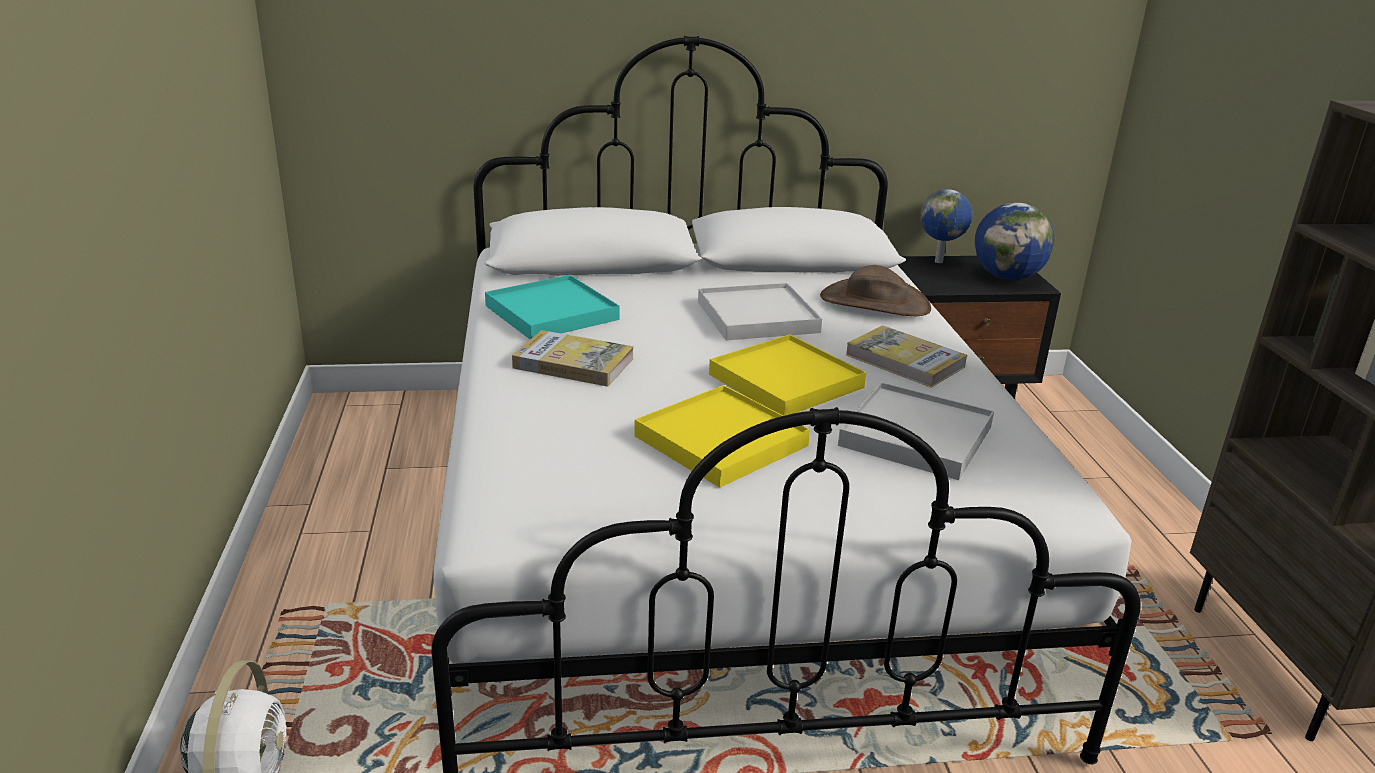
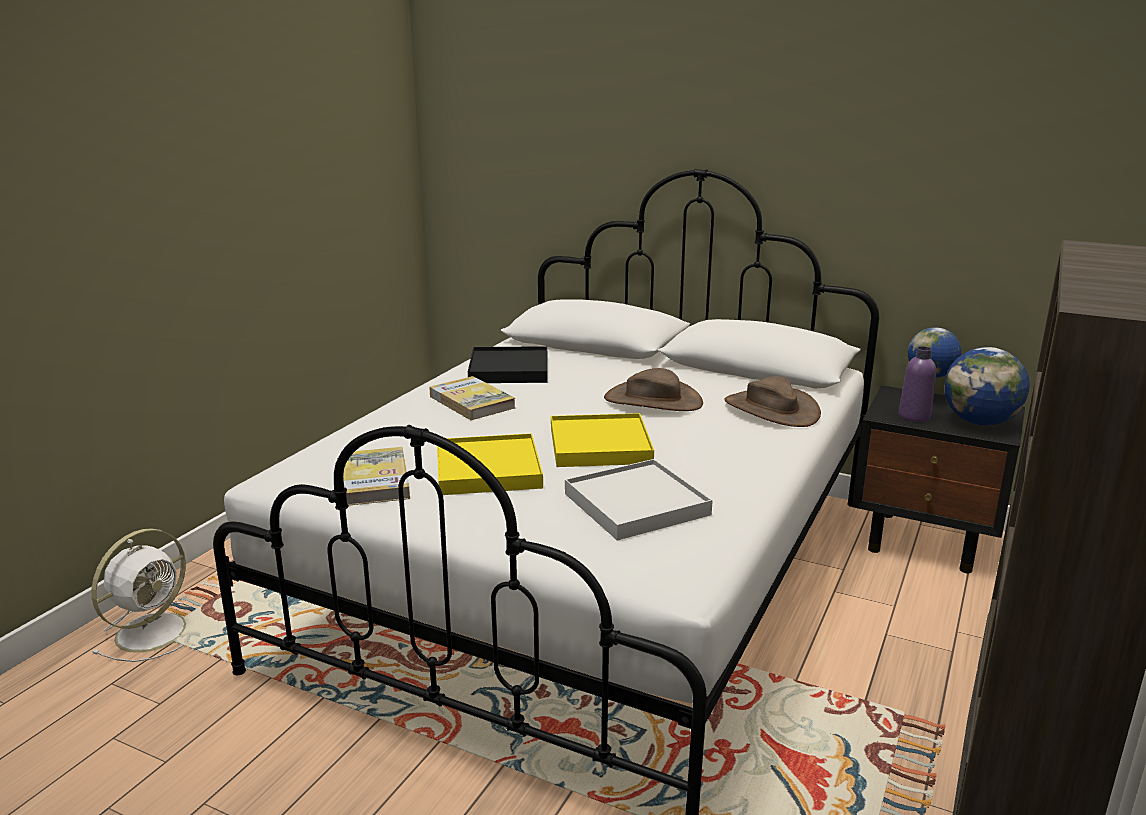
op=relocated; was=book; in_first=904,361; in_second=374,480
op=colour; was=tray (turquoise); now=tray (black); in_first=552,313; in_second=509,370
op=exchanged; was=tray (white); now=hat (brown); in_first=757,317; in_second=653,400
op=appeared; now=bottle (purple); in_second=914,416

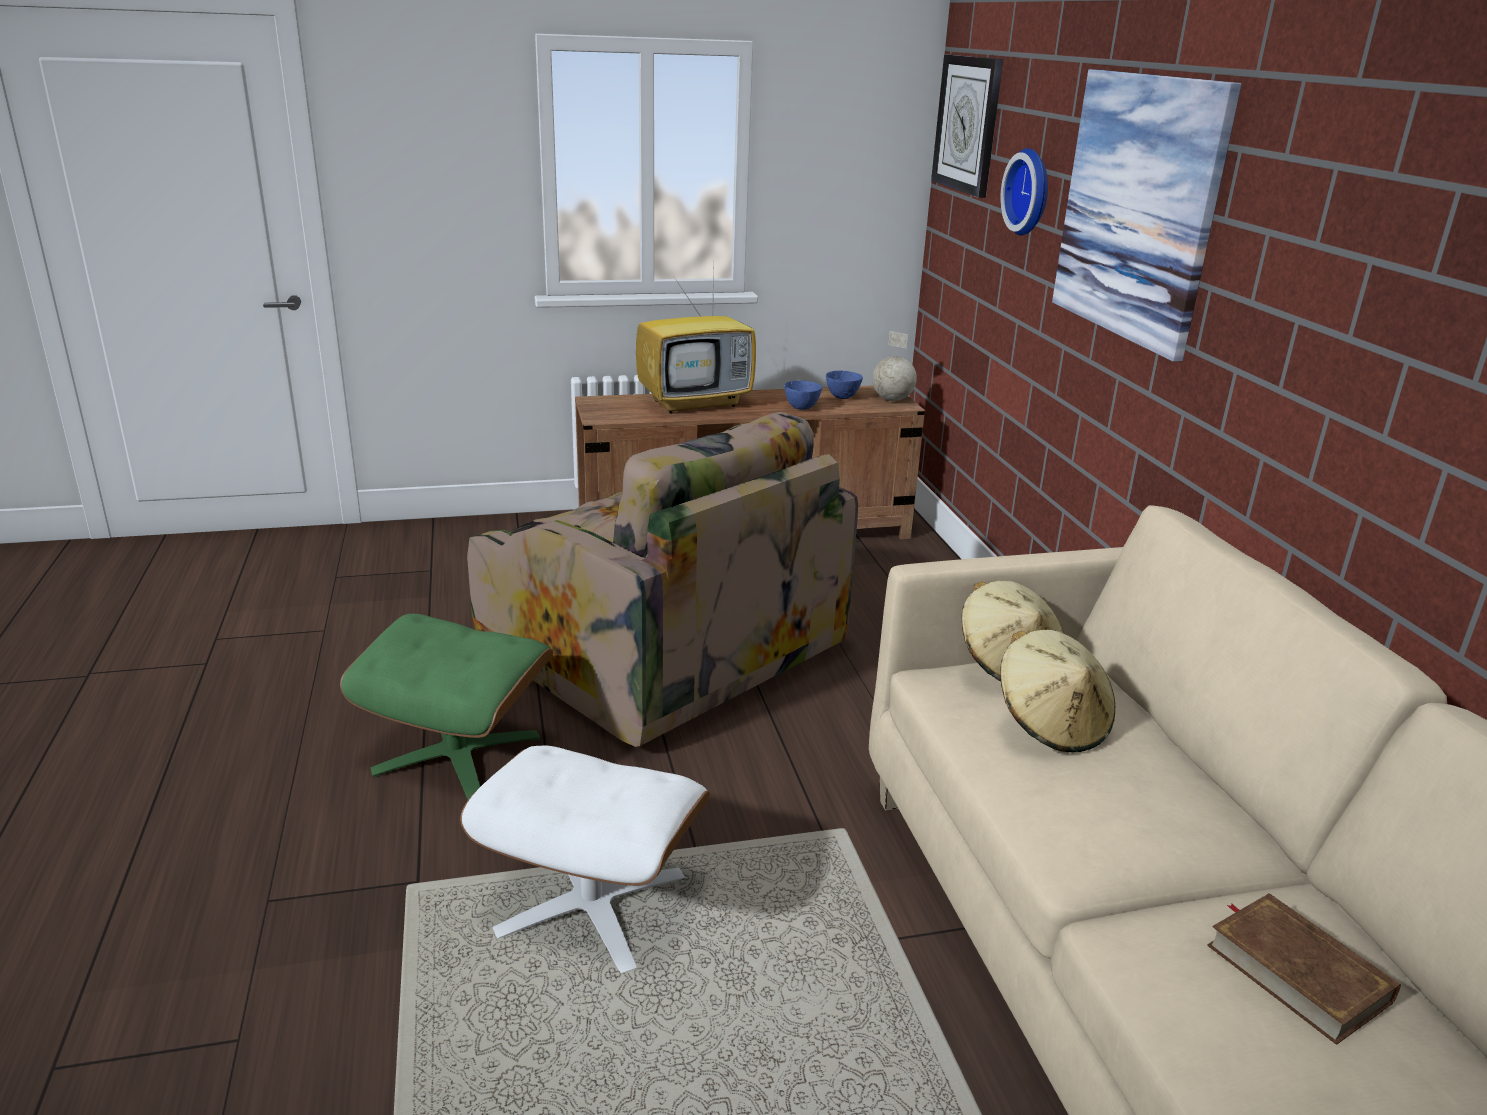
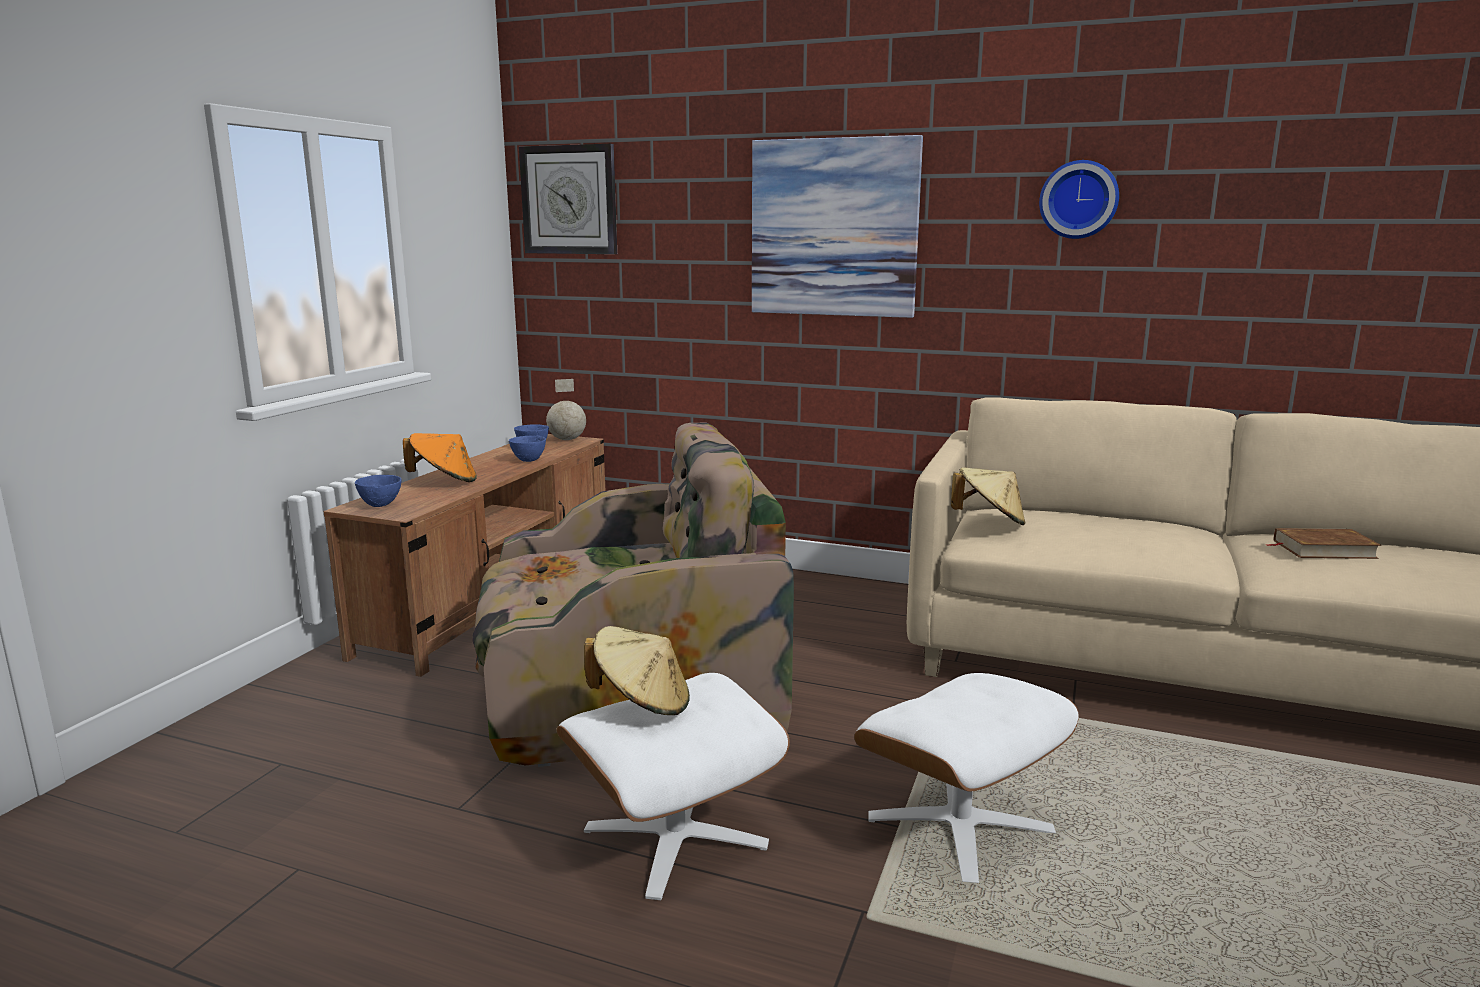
op=appeared; now=bowl (blue); in_second=380,505
op=exchanged; was=television; now=hat (orange); in_first=696,402; in_second=444,481
op=colour; was=ottoman (green); now=ottoman (white); in_first=458,753; in_second=675,836
op=relocated; was=hat (beige); in_first=1051,723; in_second=642,703
op=relocated; was=wall clock; in_first=1031,192; in_second=1078,199

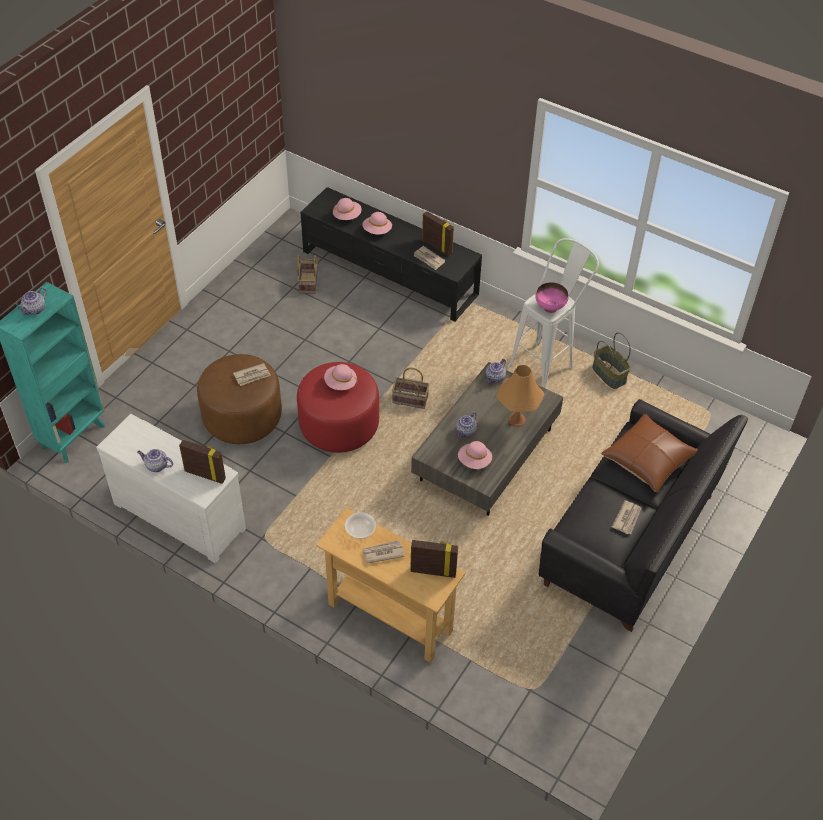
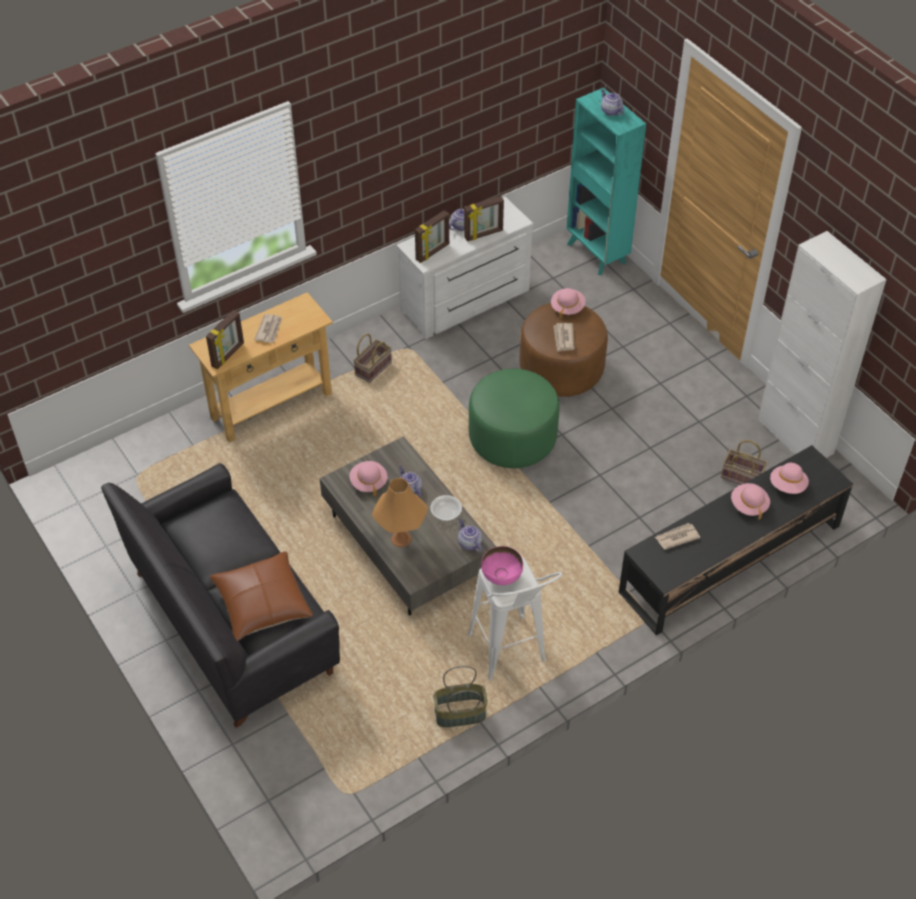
op=relocated; was=basket; in_first=409,400; in_second=373,368
op=relocated; was=bowl; in_first=360,530; in_second=446,513
op=relocated; was=picture frame; in_first=437,247; in_second=483,234
op=colour; was=ottoman (red); now=ottoman (green); in_first=339,425; in_second=512,439
op=relocated; was=hat (pink); in_first=340,383; in_second=567,307
op=appeared; now=cabinet (white); in_second=795,436
op=missing; was=newspaper; in_first=627,518

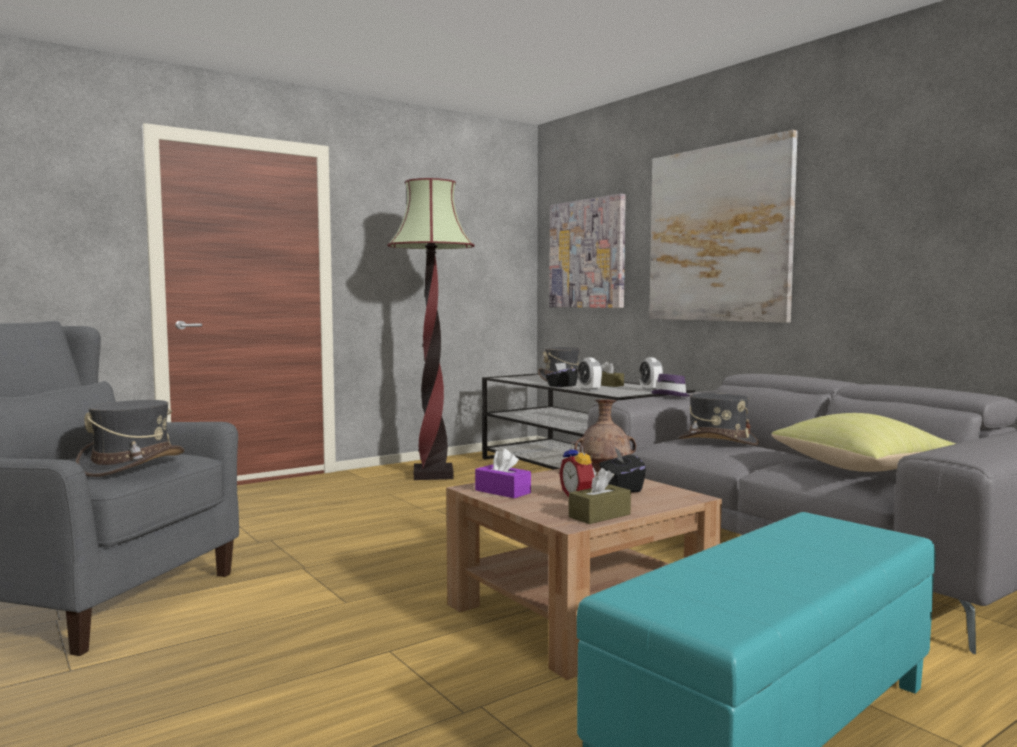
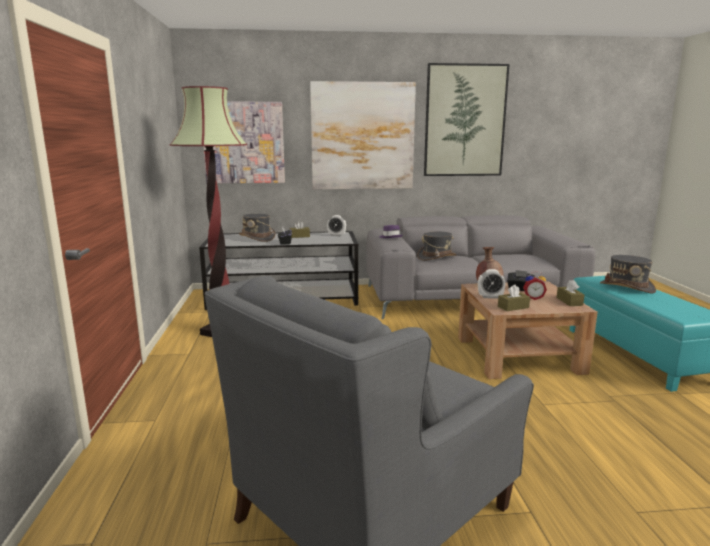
op=appeared; now=picture; in_second=465,121
op=relocated; was=alarm clock; in_first=589,390; in_second=490,297
op=colour; was=tissue box (purple); now=tissue box (brown); in_first=502,491; in_second=513,307
op=relocated; was=hat (grey); in_first=132,465; in_second=627,287
op=missing; was=pillow (yellow); in_first=863,469

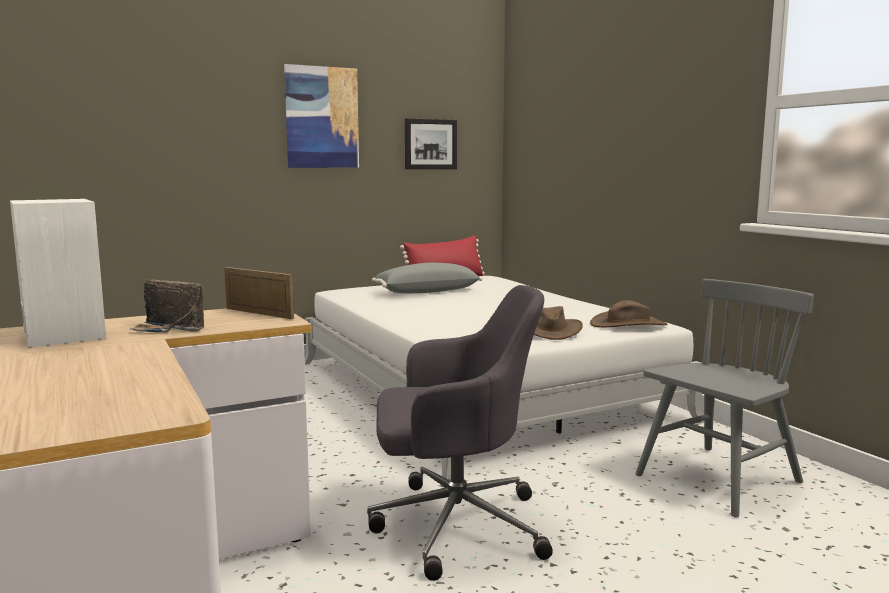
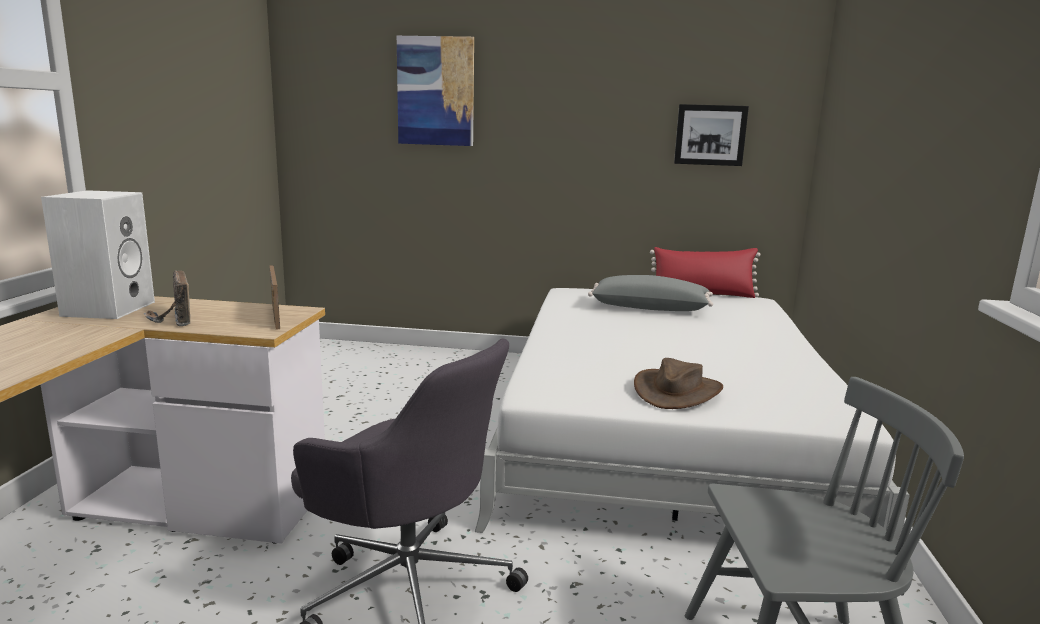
op=relocated; was=picture; in_first=322,117; in_second=435,91
op=missing; was=hat (brown); in_first=628,324

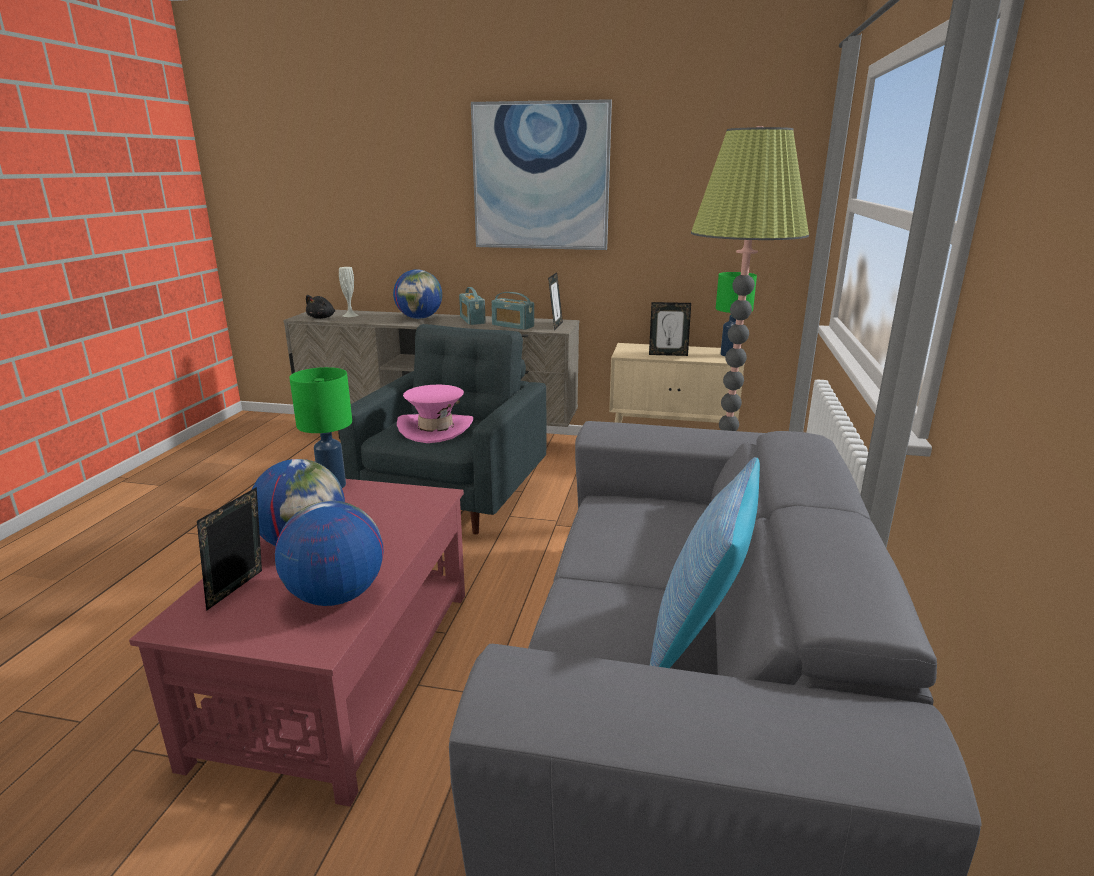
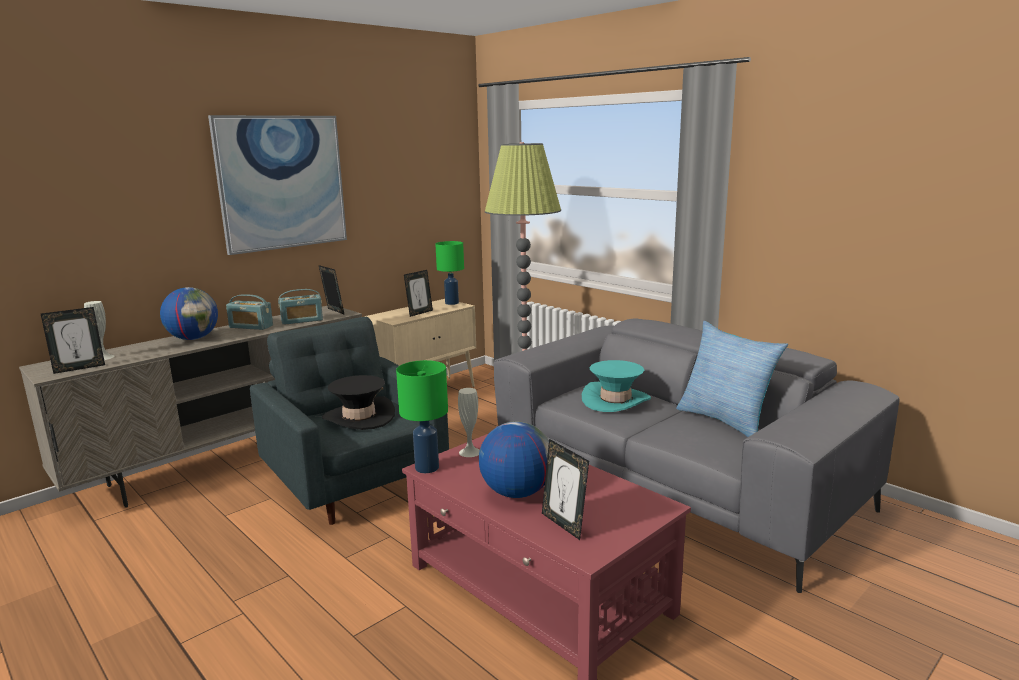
op=exchanged; was=plush toy (black); now=picture frame; in_first=322,318; in_second=79,368
op=colour; was=hat (pink); now=hat (black); in_first=435,429; in_second=359,417
op=appeared; now=vase (white); in_second=470,452
op=appeared; now=hat (turquoise); in_second=615,400
op=missing; was=globe; in_first=335,596

